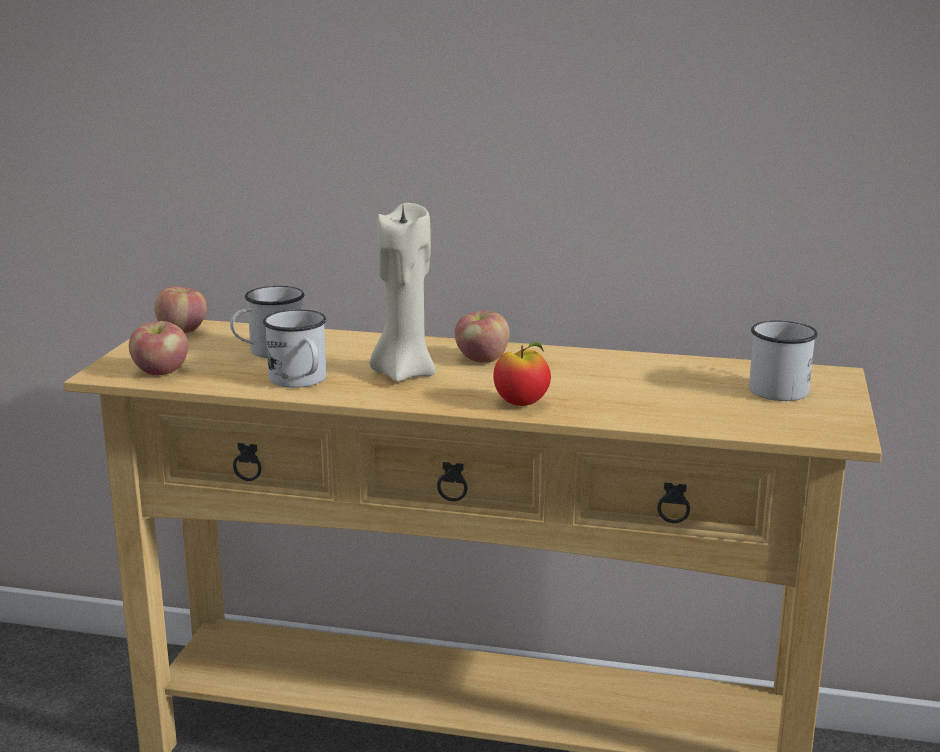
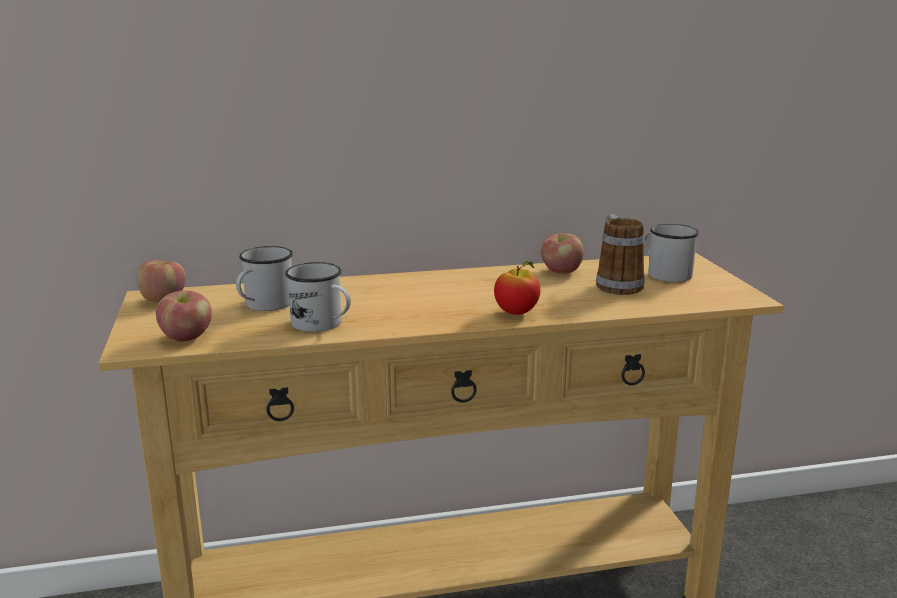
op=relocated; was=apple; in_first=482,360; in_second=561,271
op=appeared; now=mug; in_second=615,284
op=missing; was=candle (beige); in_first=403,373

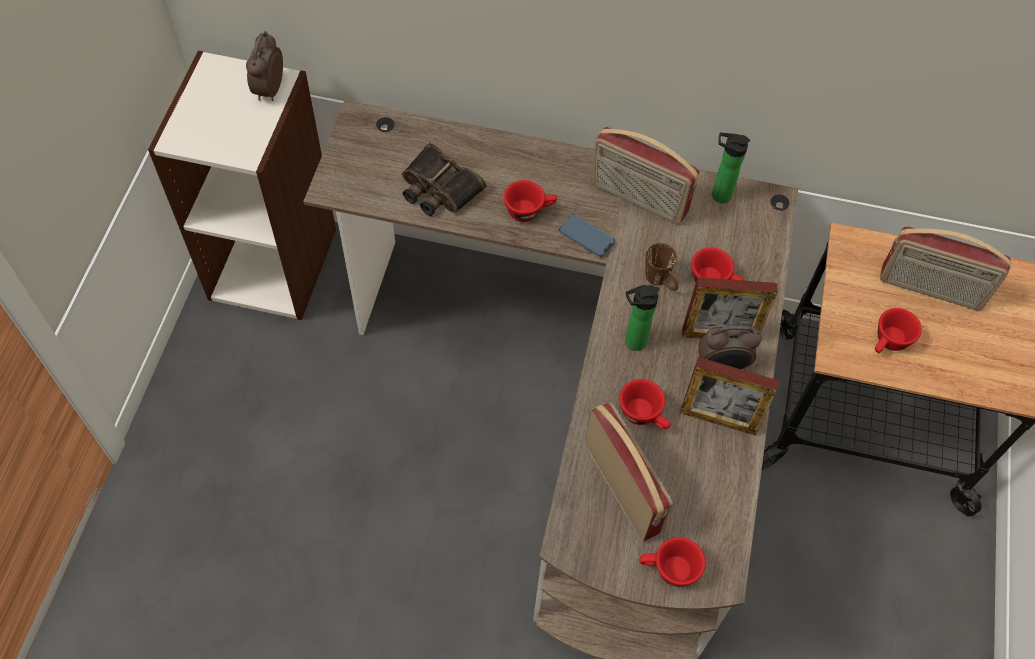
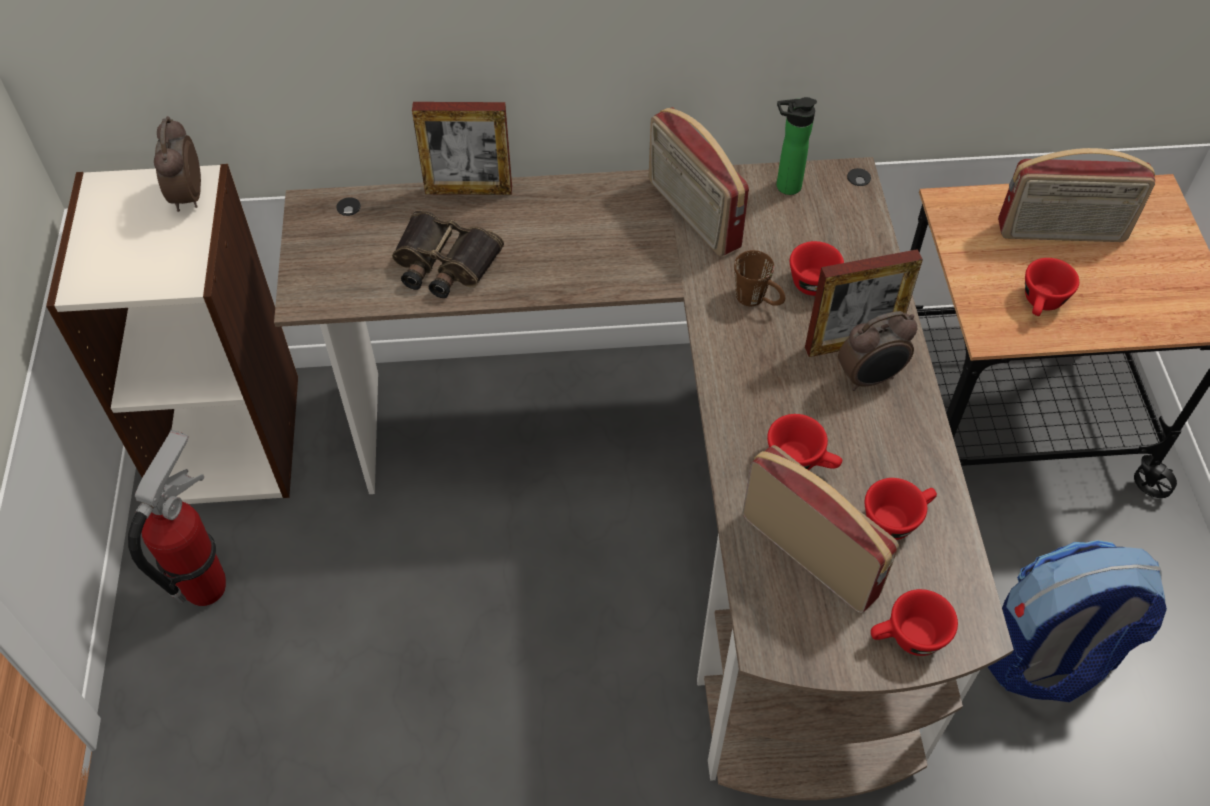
op=appeared; now=fire extinguisher; in_second=206,586
op=relocated; was=picture frame; in_first=718,419; in_second=468,190
op=spun; was=radio; in_first=637,199; in_second=692,215; clockwise=45
op=relocated; was=cup (red); in_first=529,210; in_second=896,519
op=appeared; now=backpack; in_second=1047,657
op=missing; was=phone; in_first=586,237
op=missing; was=bottle; in_first=632,342

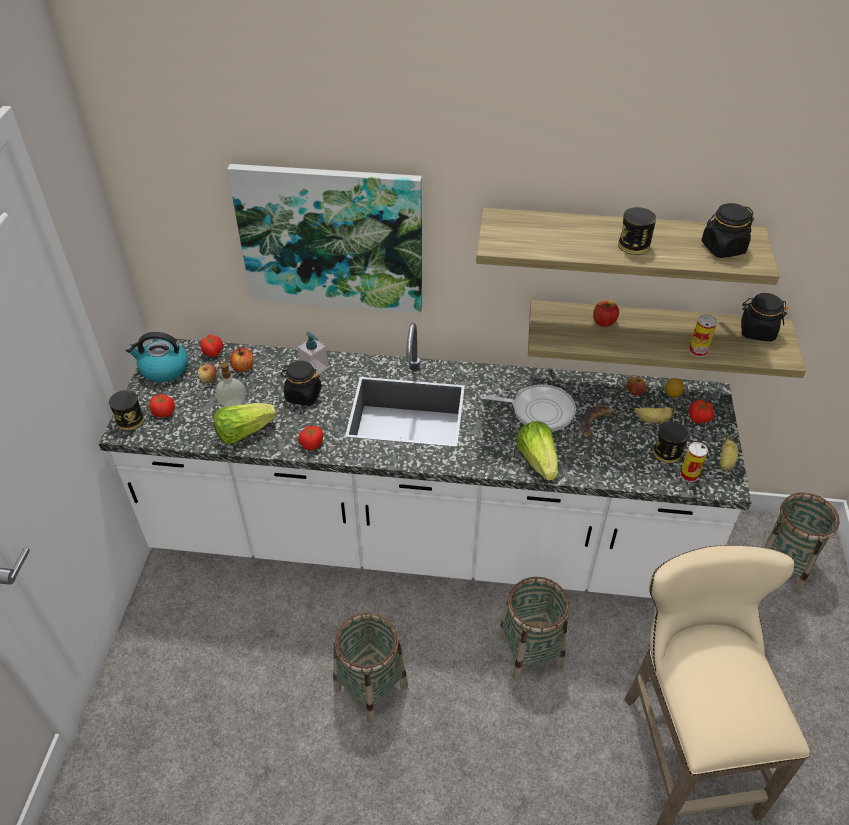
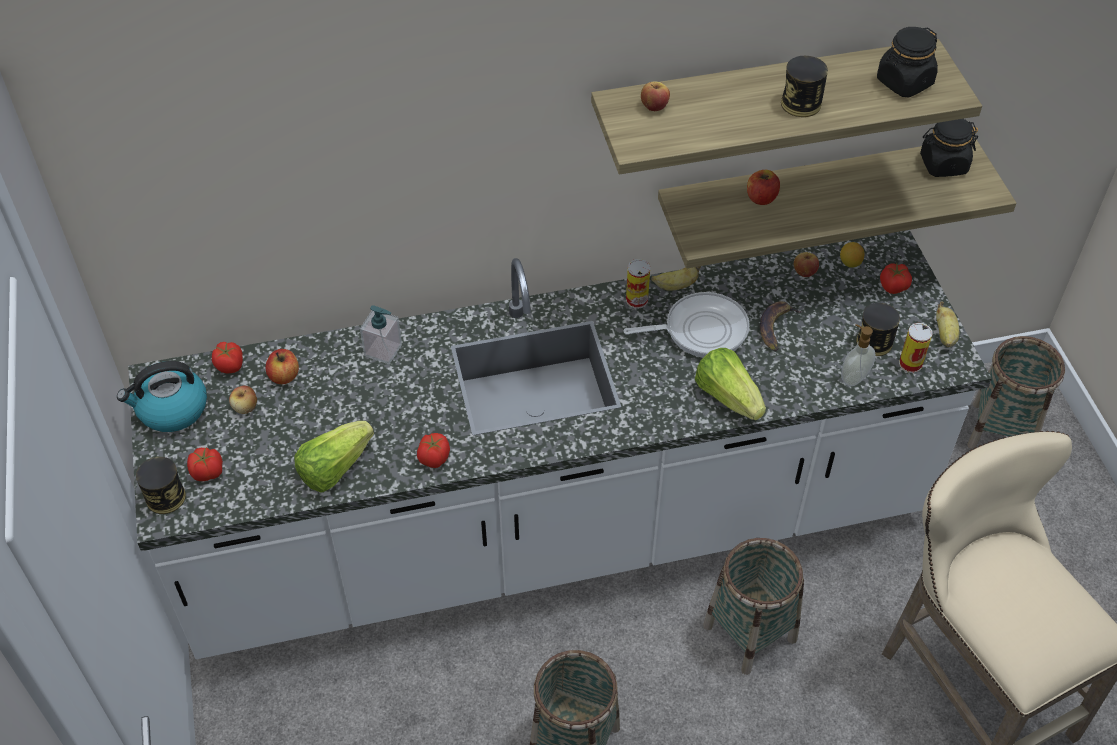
op=relocated; was=can; in_first=698,351; in_second=636,300
op=appeared; now=apple; in_second=654,106
op=relocated; was=banana; in_first=652,420; in_second=675,286
op=relocated; was=soap dispenser; in_first=233,403; in_second=853,377
op=missing; was=picture; in_first=331,238
op=missing; was=jar (black); in_first=303,395

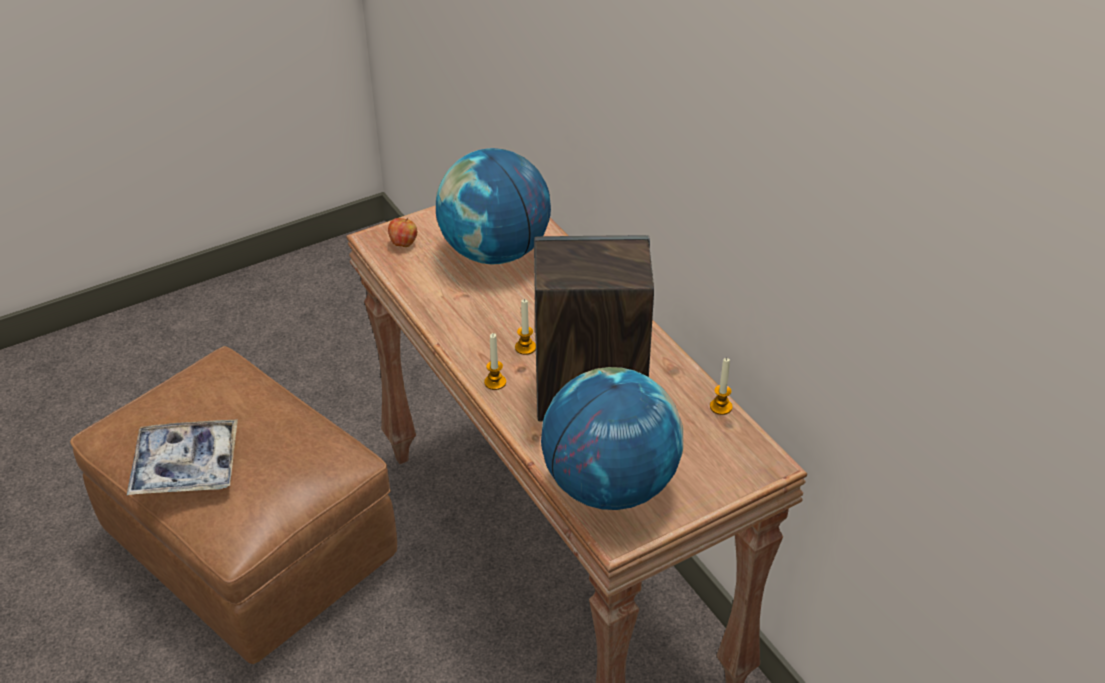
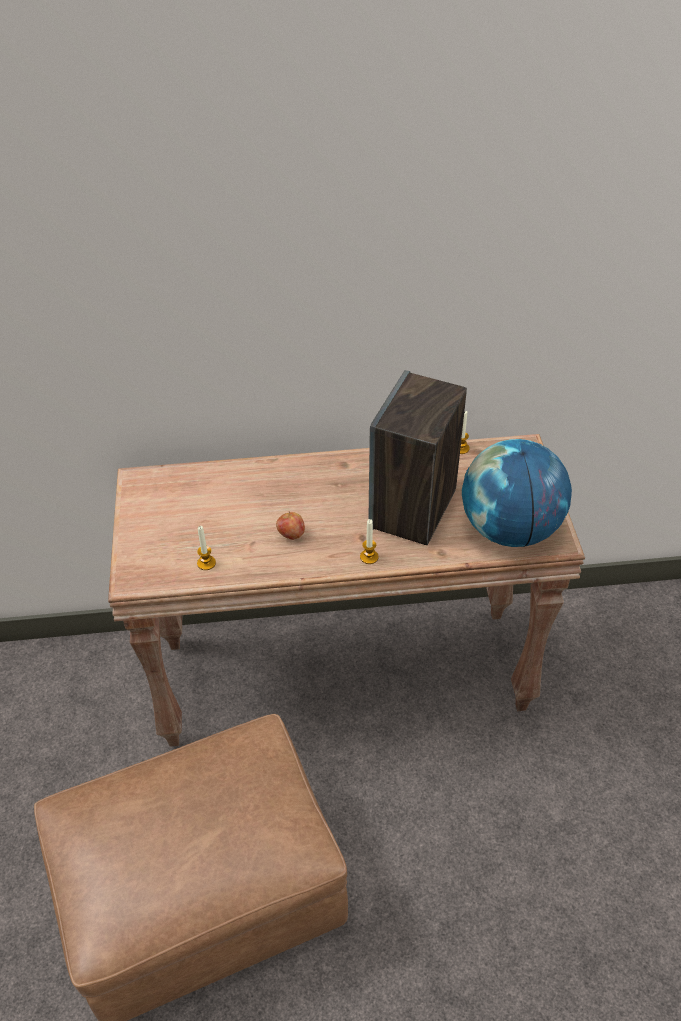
op=relocated; was=candle; in_first=525,347; in_second=206,563
op=relocated; was=apple; in_first=403,243; in_second=291,535
op=missing; was=tray; in_first=186,466
op=missing; was=globe; in_first=495,252

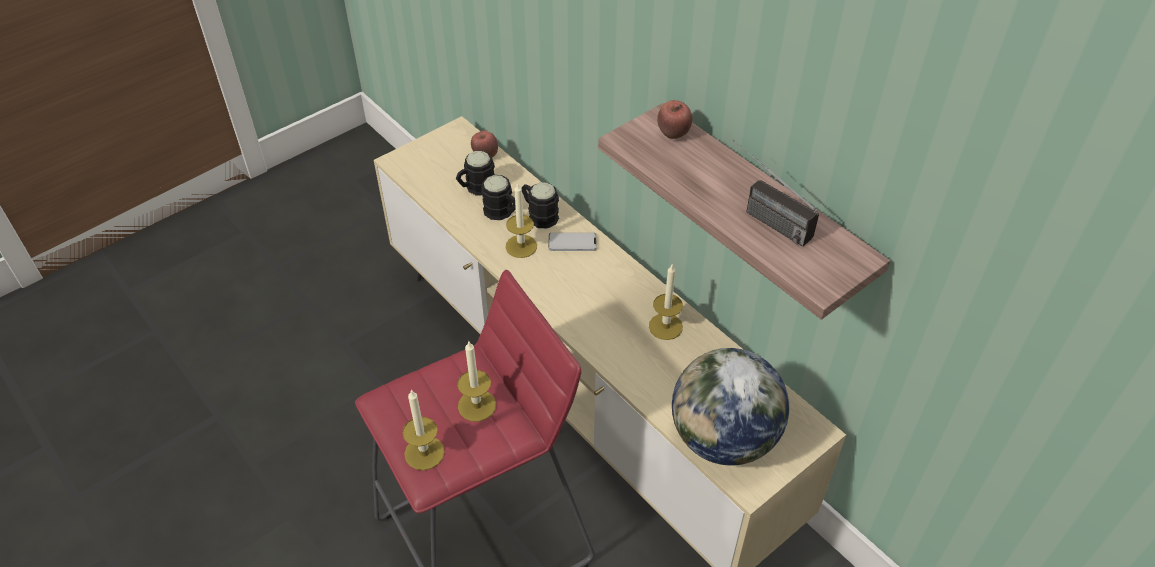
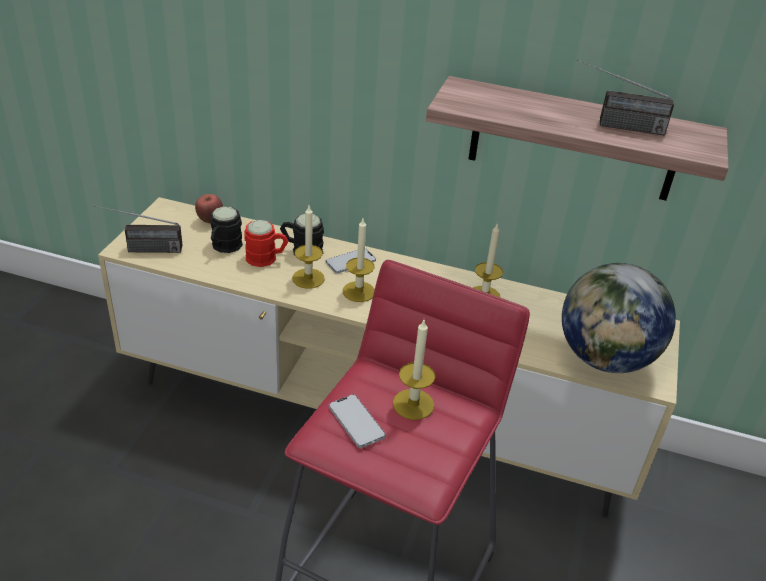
op=appeared; now=radio; in_second=140,249
op=colour; was=mug (black); now=mug (red); in_first=502,212; in_second=267,258
op=appeared; now=phone; in_second=356,422
op=relocated; was=candle; in_first=424,453; in_second=358,291
op=missing; was=apple; in_first=673,134

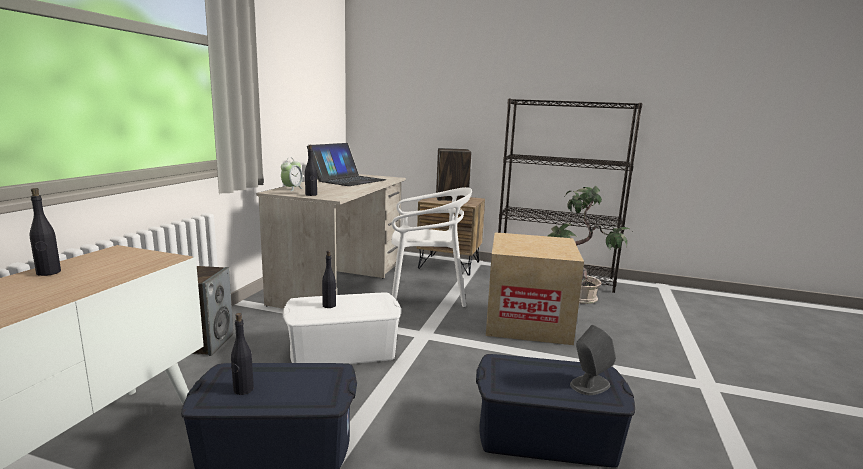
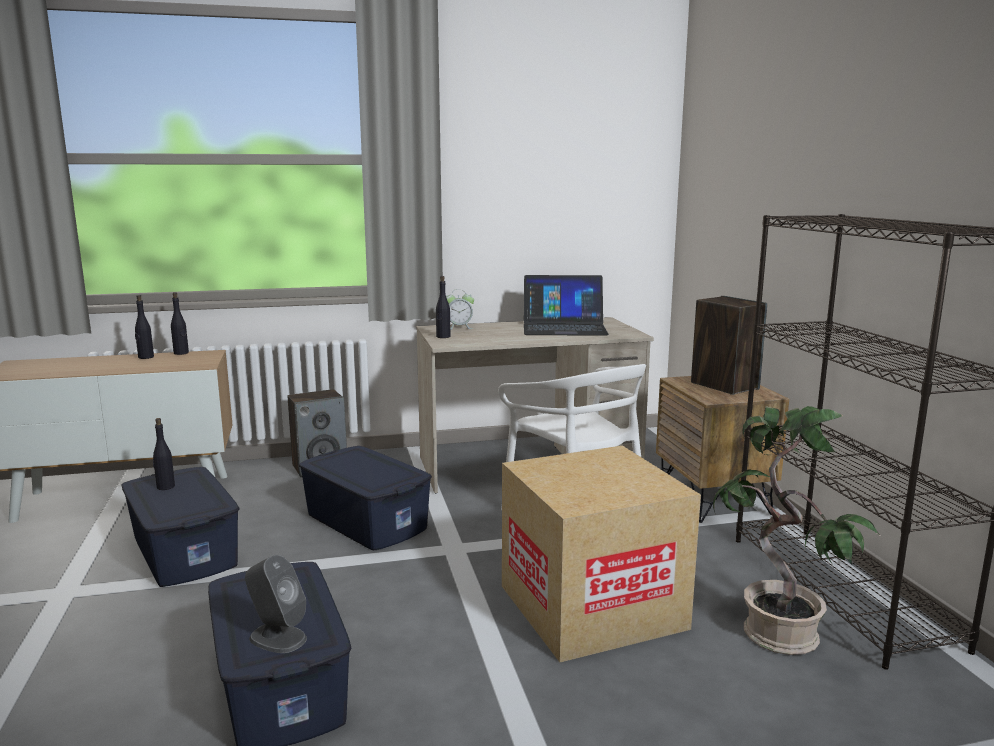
op=relocated; was=bottle (black); in_first=329,305; in_second=181,353
op=colour; was=storage box (white); now=storage box (blue); in_first=342,350; in_second=366,521

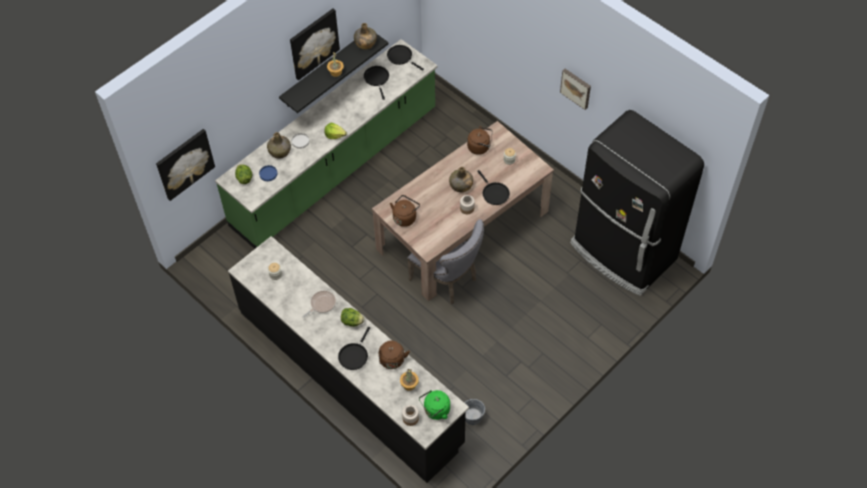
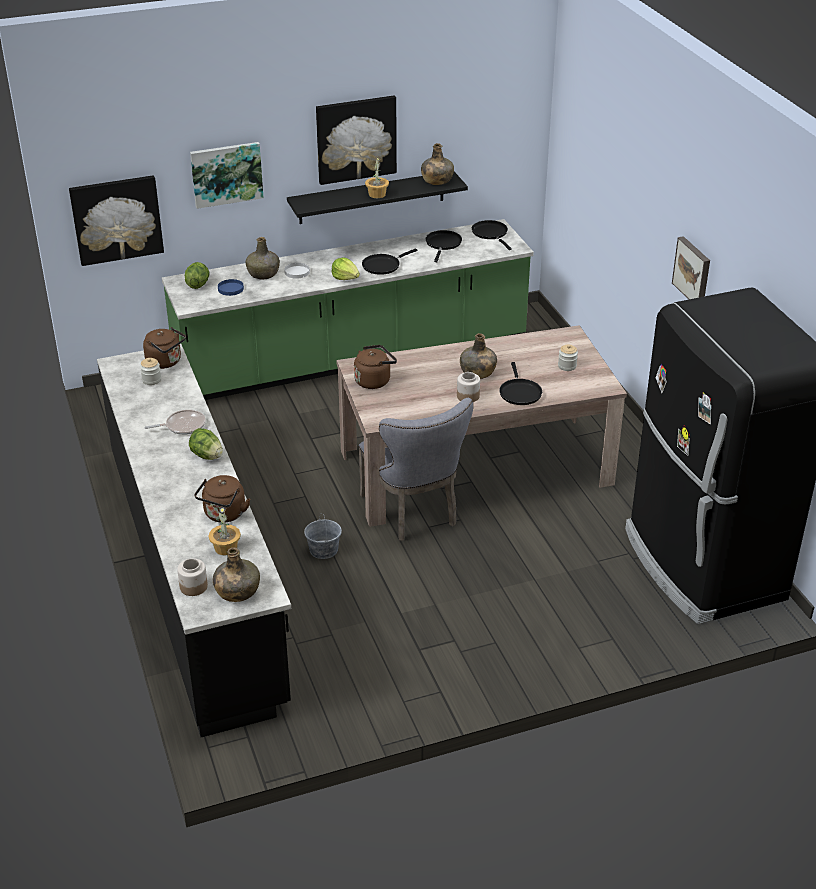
op=relocated; was=kettle (brown); in_first=480,147; in_second=166,362
op=appeared; now=picture; in_second=226,174
op=exchanged; was=kettle (green); now=bottle (green); in_first=435,411; in_second=237,591
op=relocated; was=bucket (grey); in_first=472,416; in_second=323,550
op=relocated; was=frying pan (black); in_first=354,355; in_second=383,265

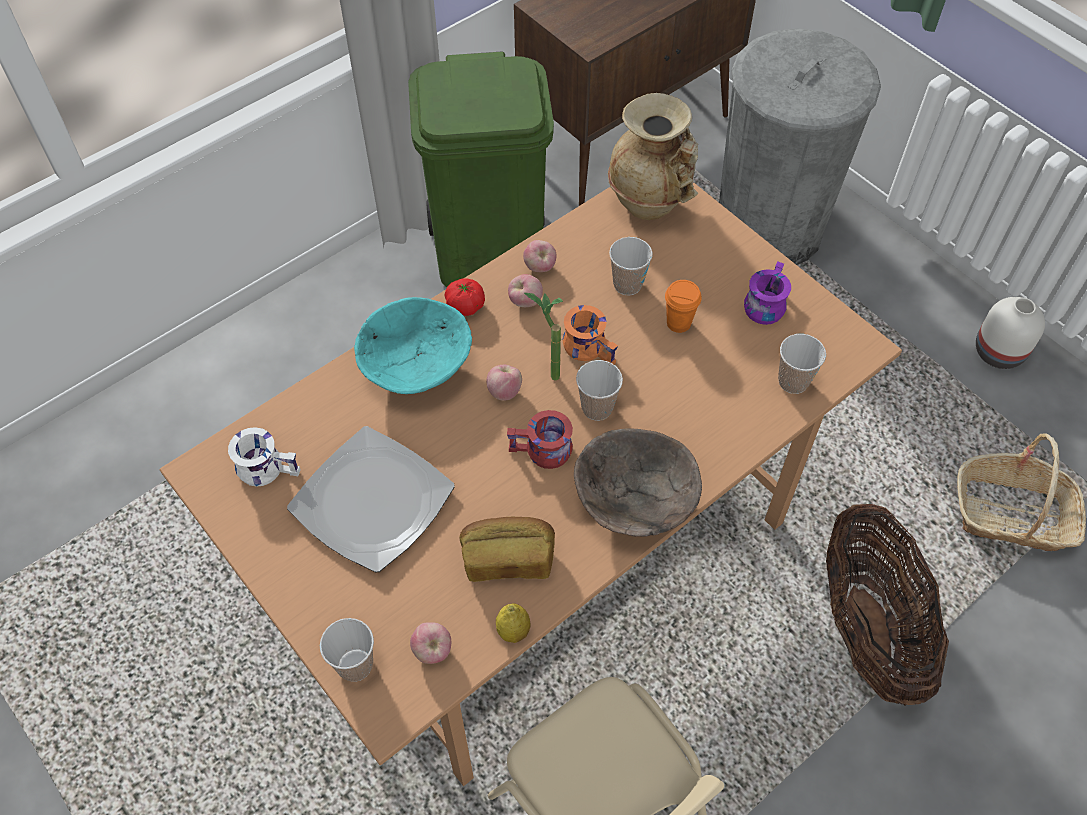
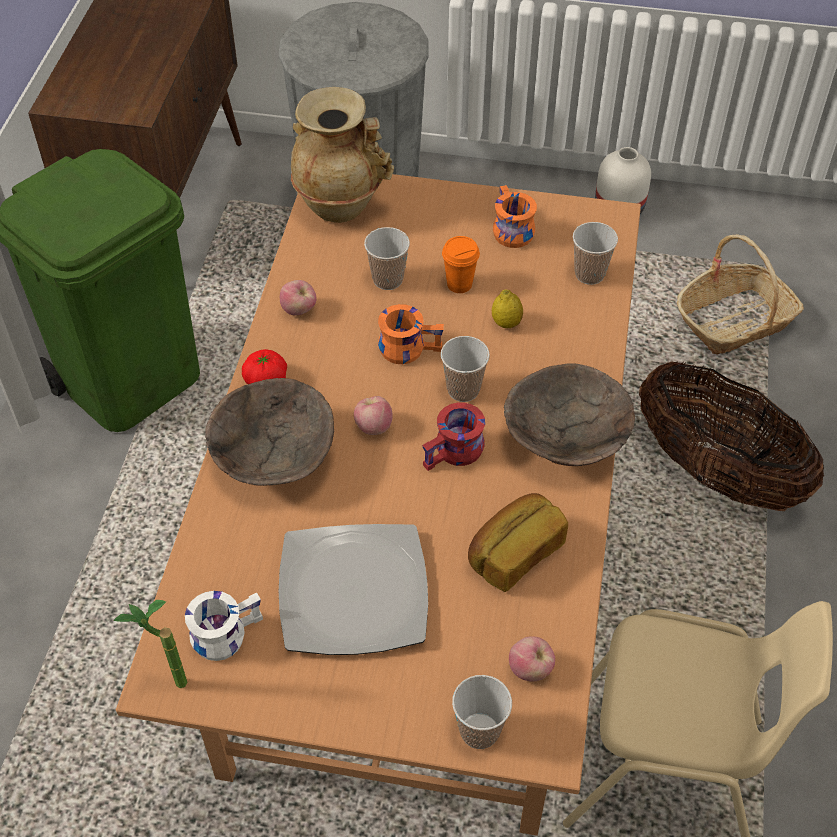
op=relocated; was=potted plant; in_first=546,372; in_second=169,685
op=colour; was=bowl (turquoise); now=bowl (brown); in_first=416,365; in_second=273,456
op=relocated; was=lemon; in_first=513,631; in_second=506,323
op=colour; was=mug (purple); now=mug (orange); in_first=763,303; in_second=508,230
op=missing; was=apple; in_first=525,302

